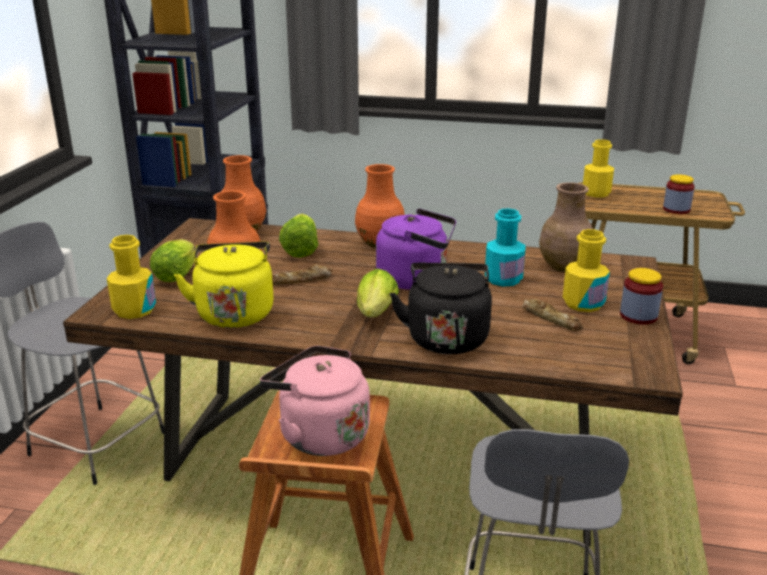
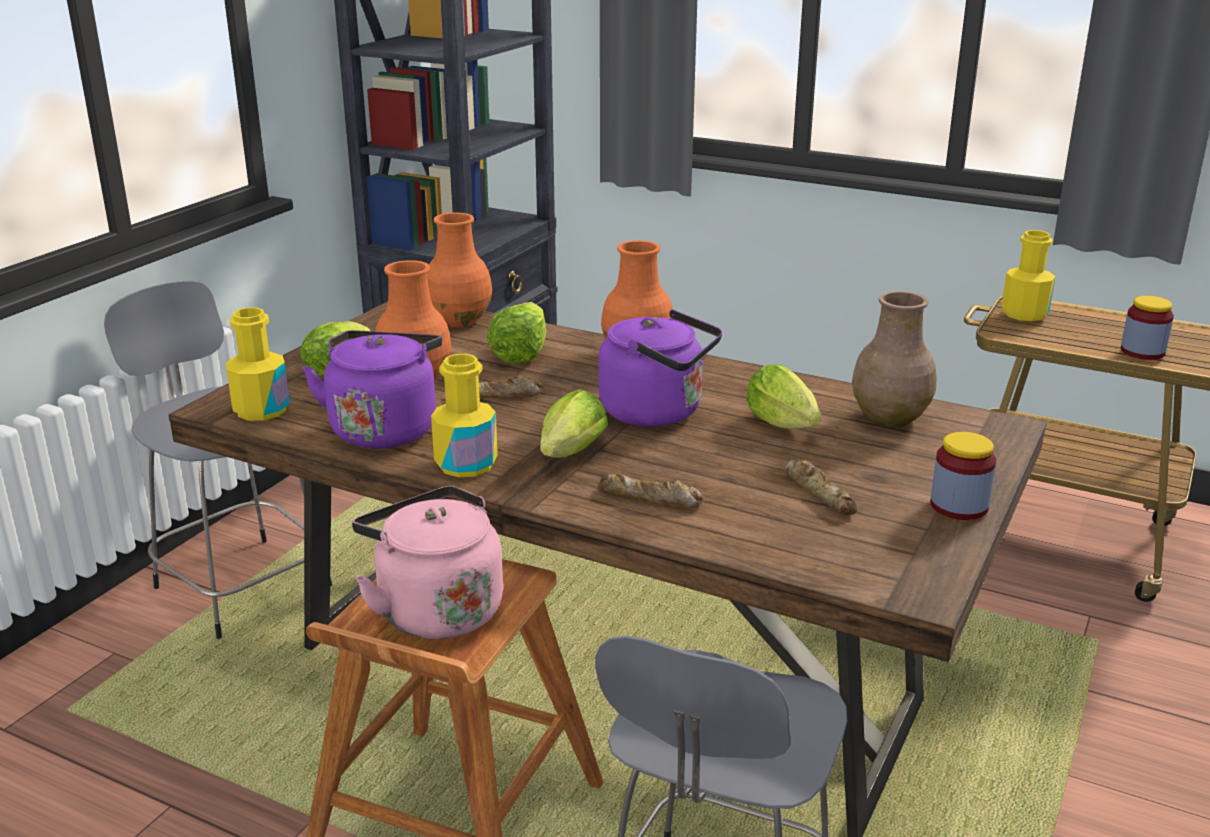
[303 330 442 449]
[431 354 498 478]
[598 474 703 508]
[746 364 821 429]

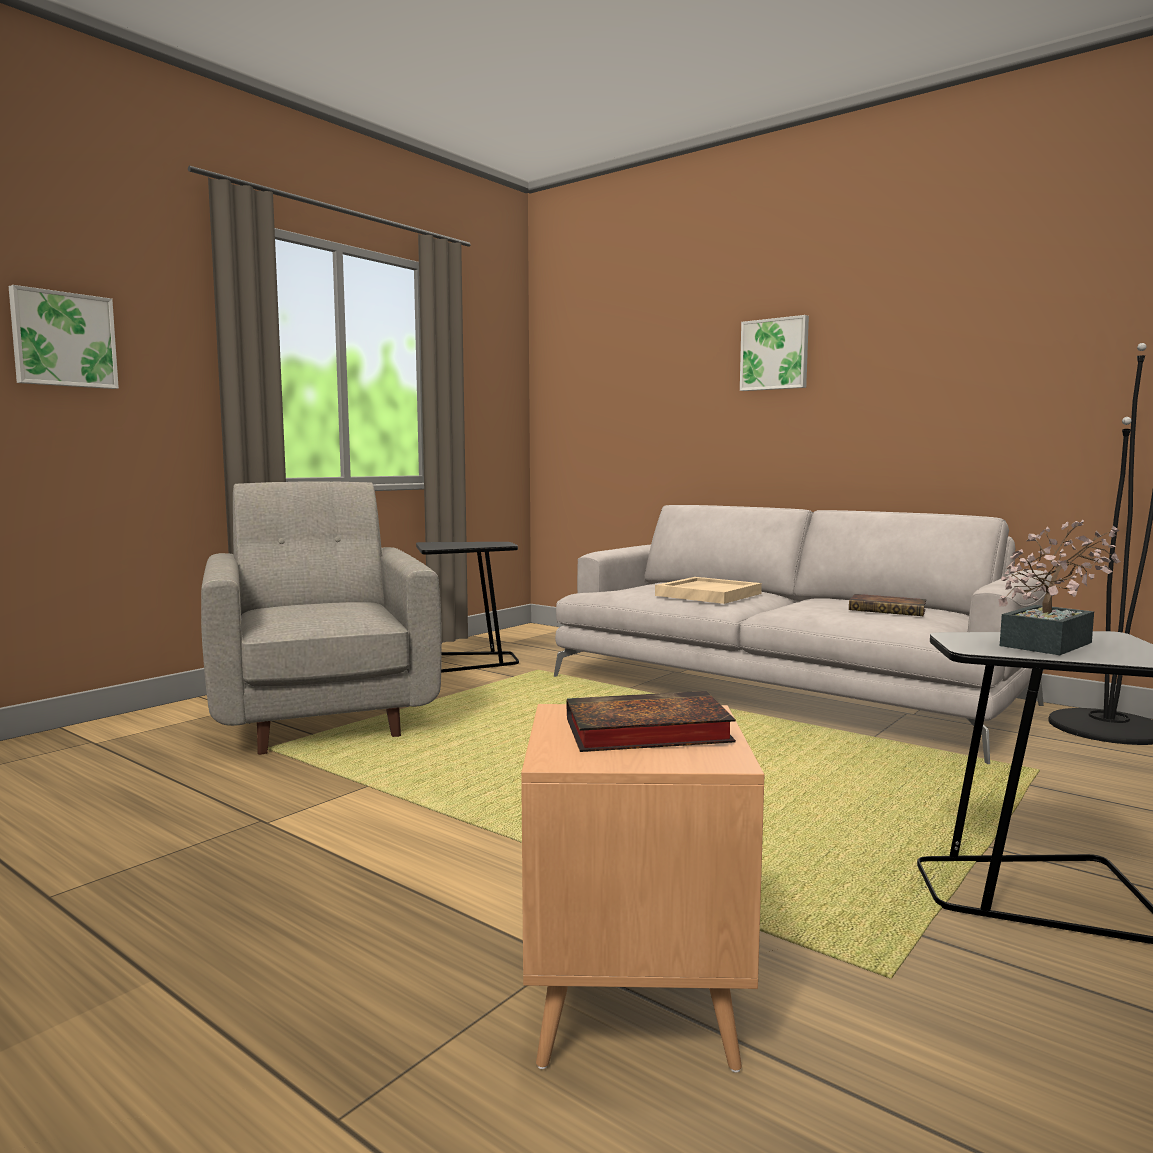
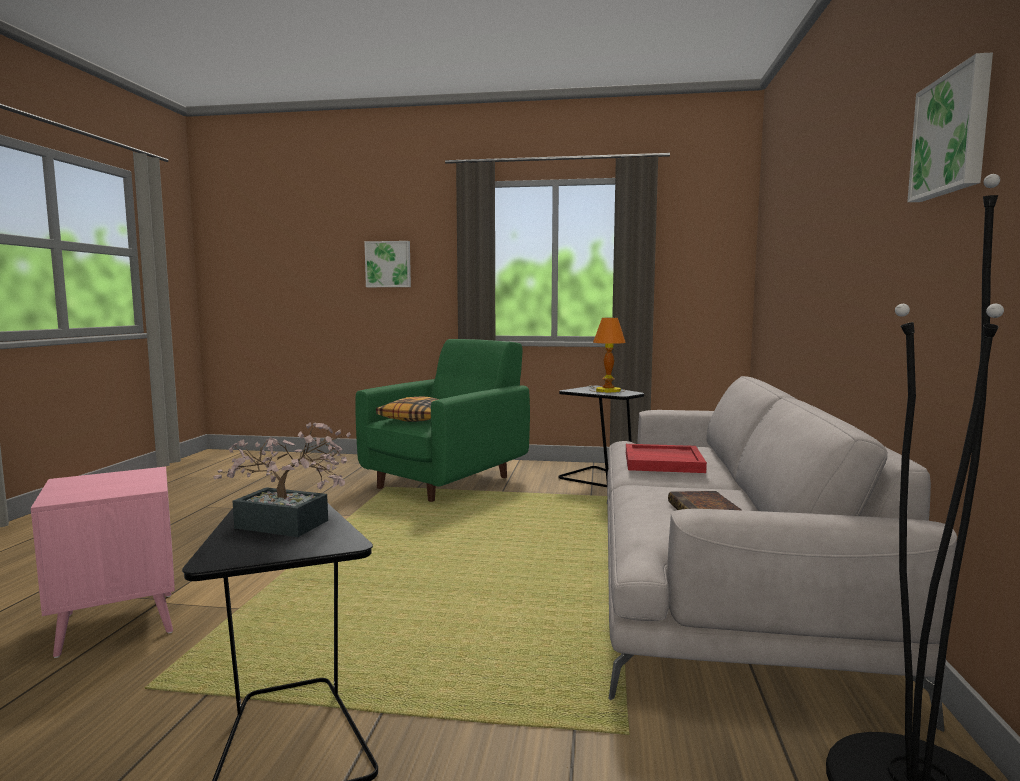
[31 467 175 658]
[356 339 530 502]
[376 397 439 422]
[589 318 626 393]
[626 444 707 473]
[907 52 993 202]
[567 691 736 752] (first image)

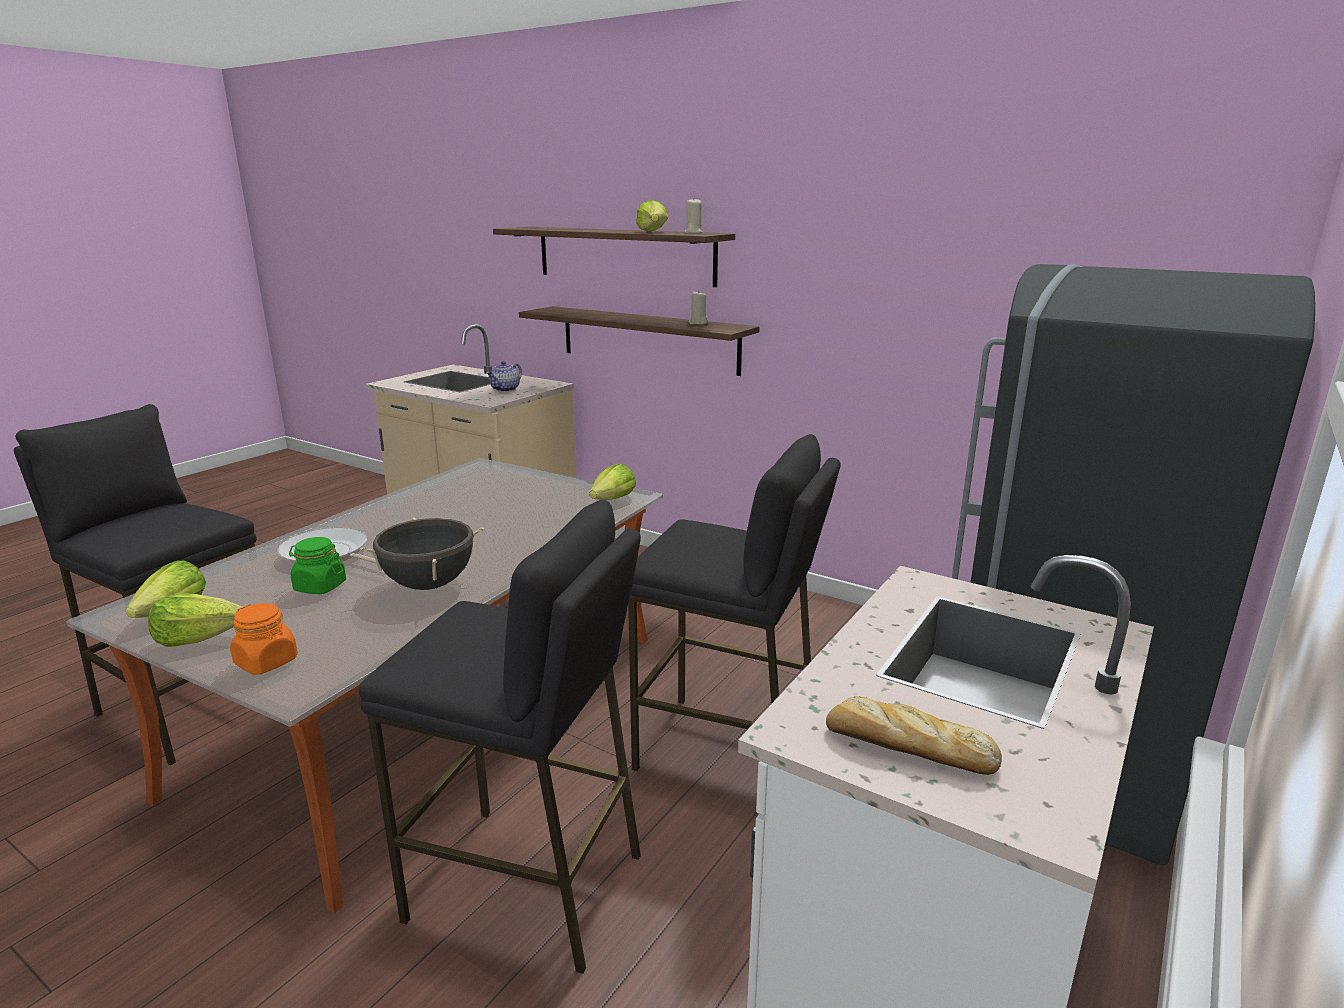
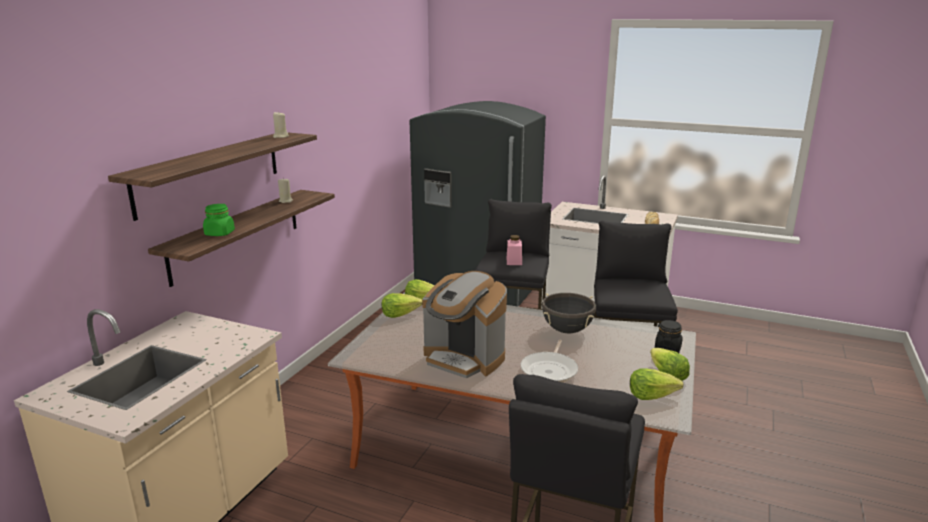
[203 204 235 236]
[382 293 423 318]
[422 271 507 378]
[507 235 522 265]
[655 320 683 353]
[486 361 522 392] (first image)

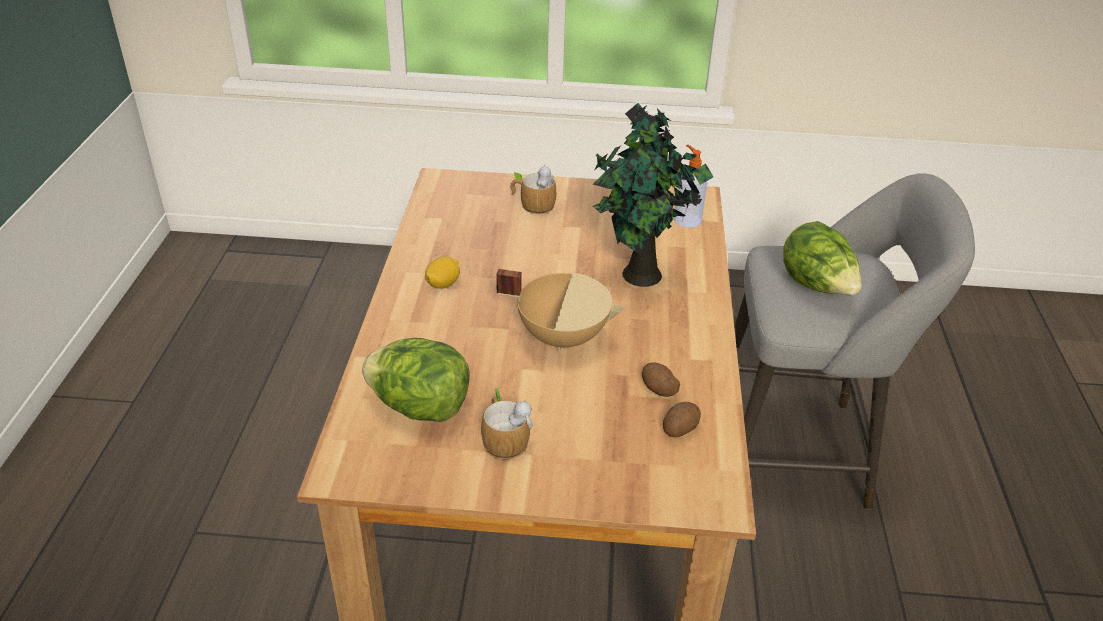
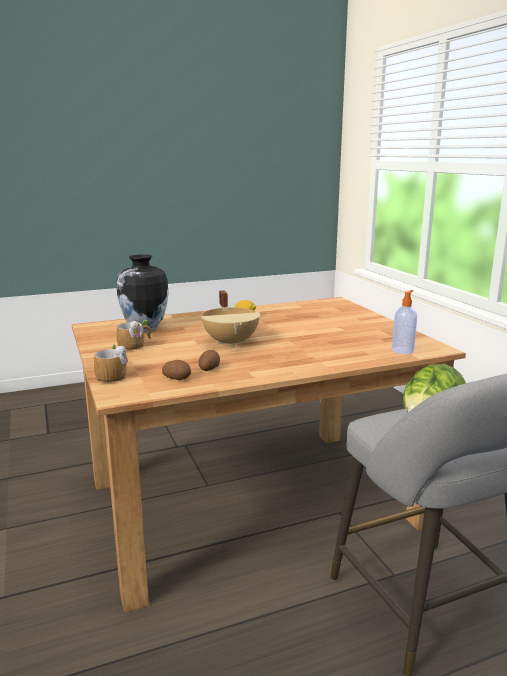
[94 344 128 383]
[116 254 168 332]
[593 103 713 287] (first image)

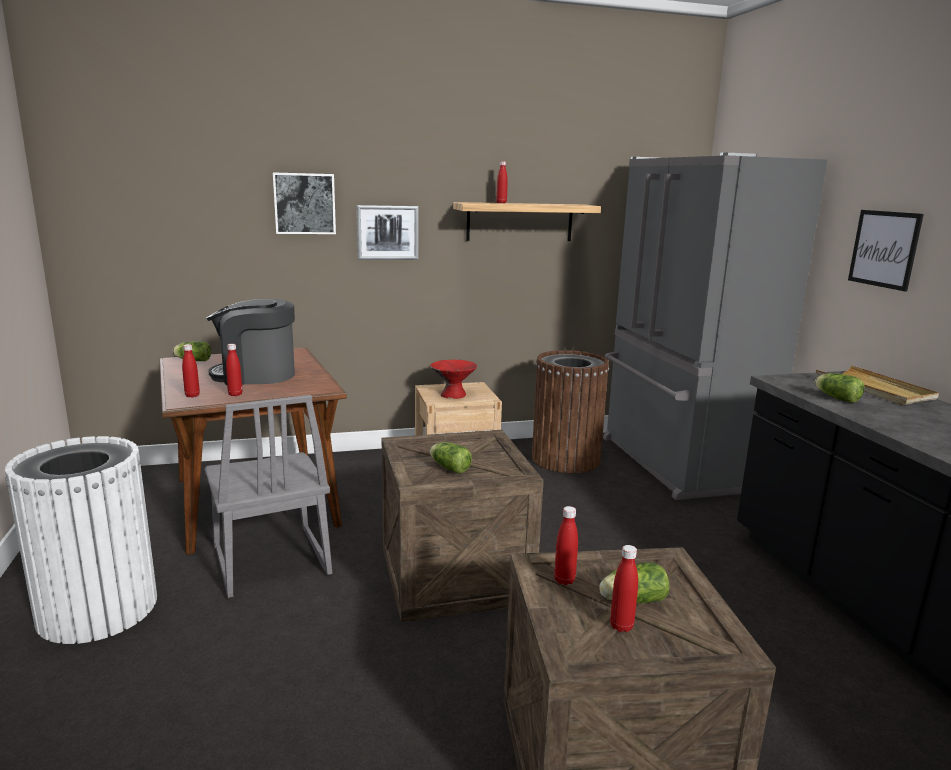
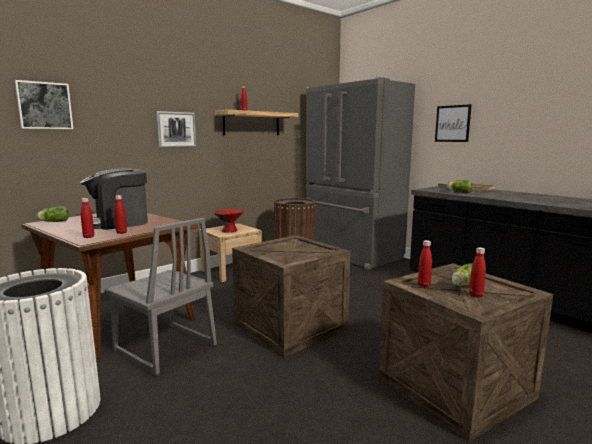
[15 80 73 129]
[430 442 472 473] (first image)

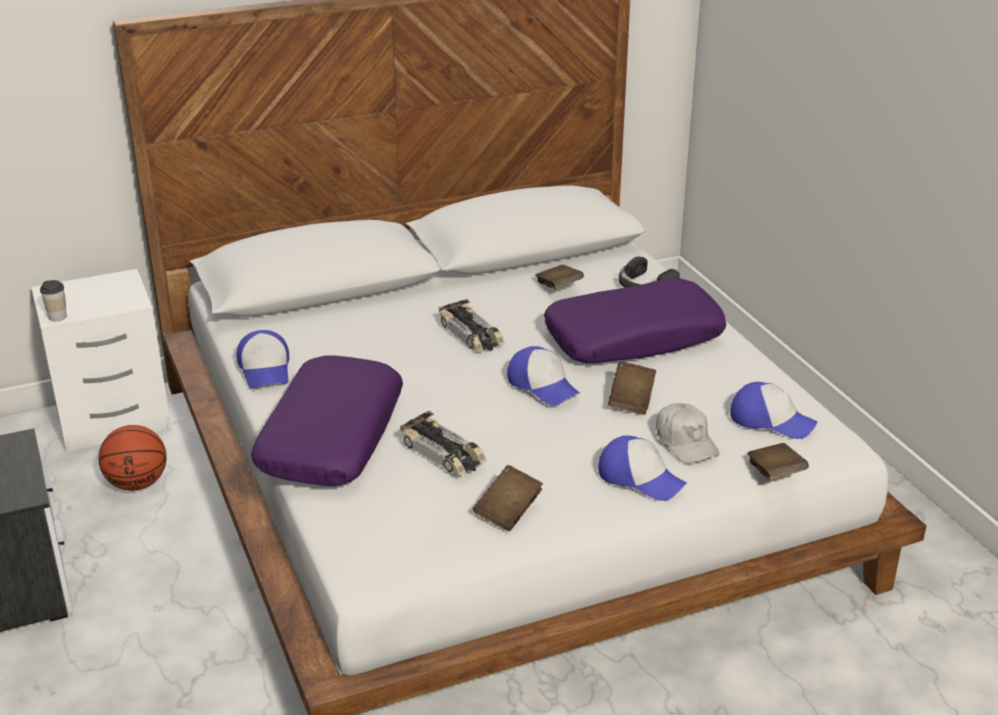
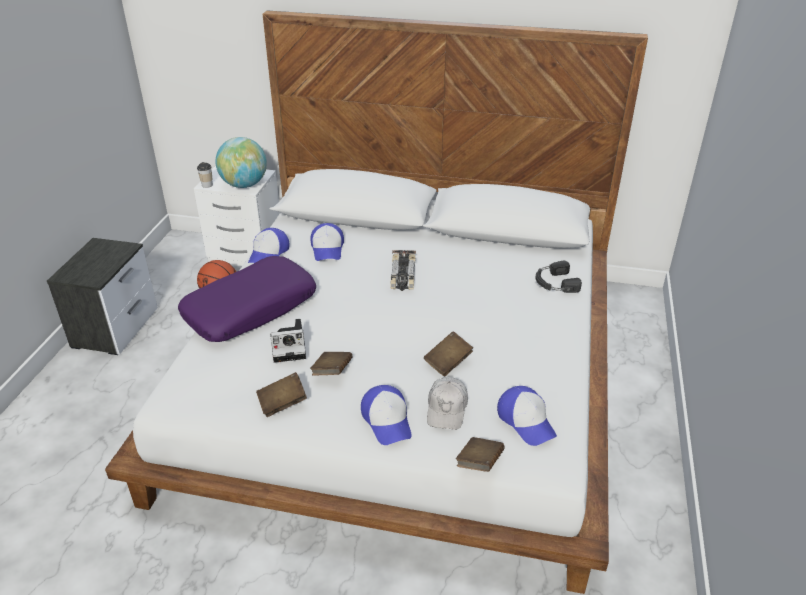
[216 137 267 188]
[270 319 306 363]
[310 223 344 261]
[310 352 353 376]
[544 278 726 363] (first image)

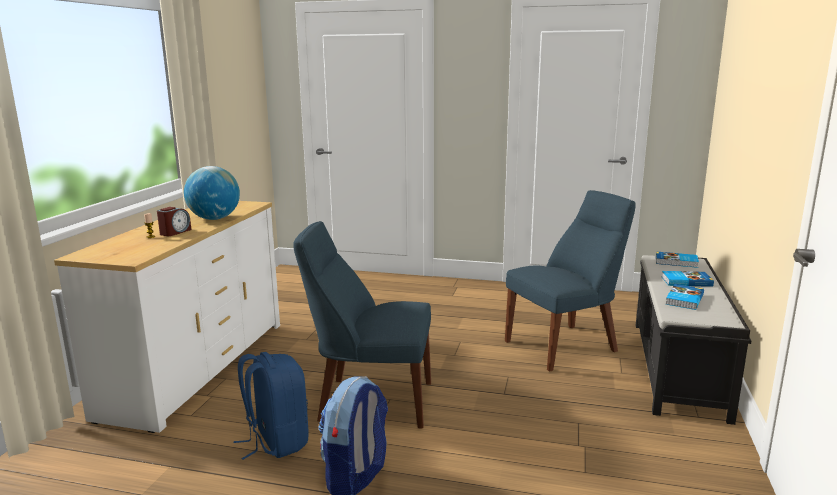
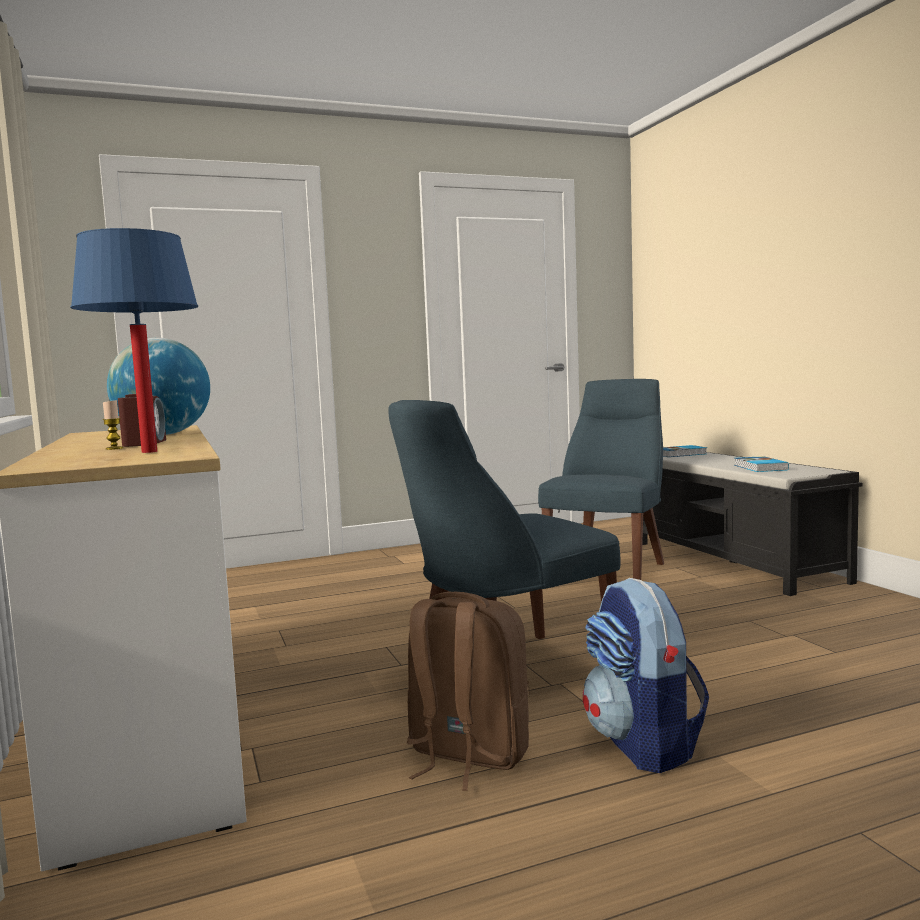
[71 228 198 453]
[407 592 529 791]
[661 271 714 287] (first image)

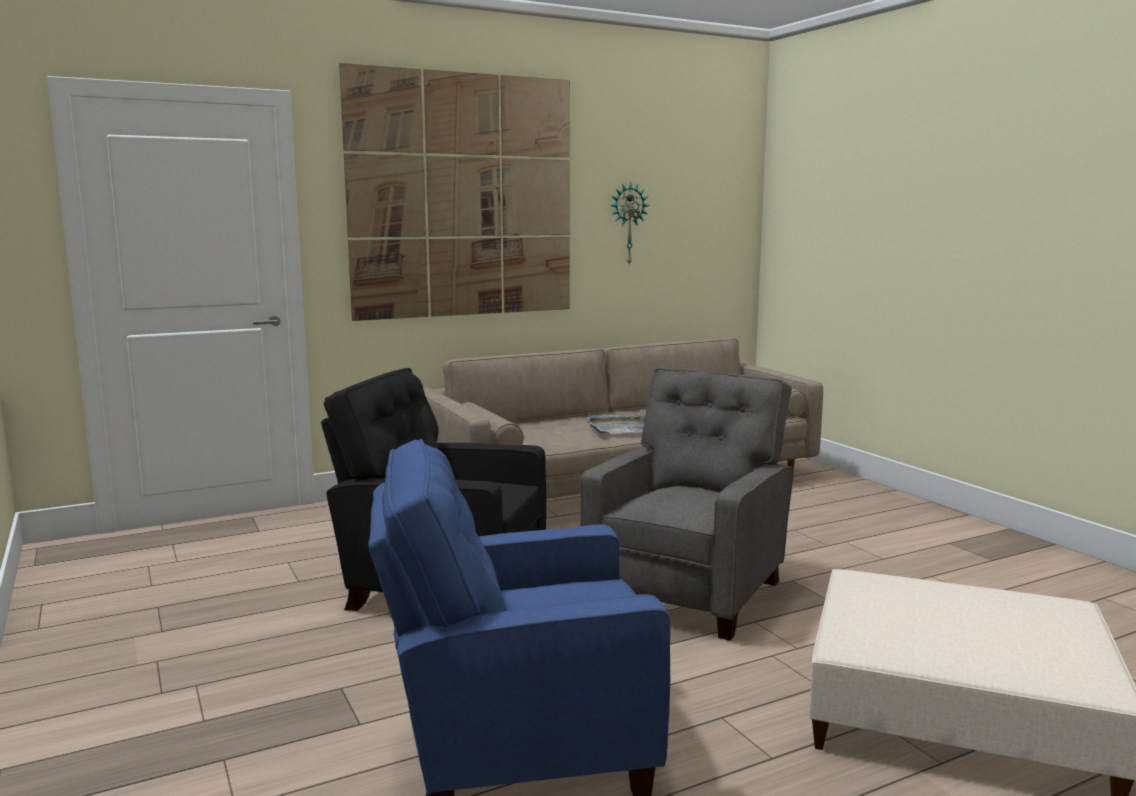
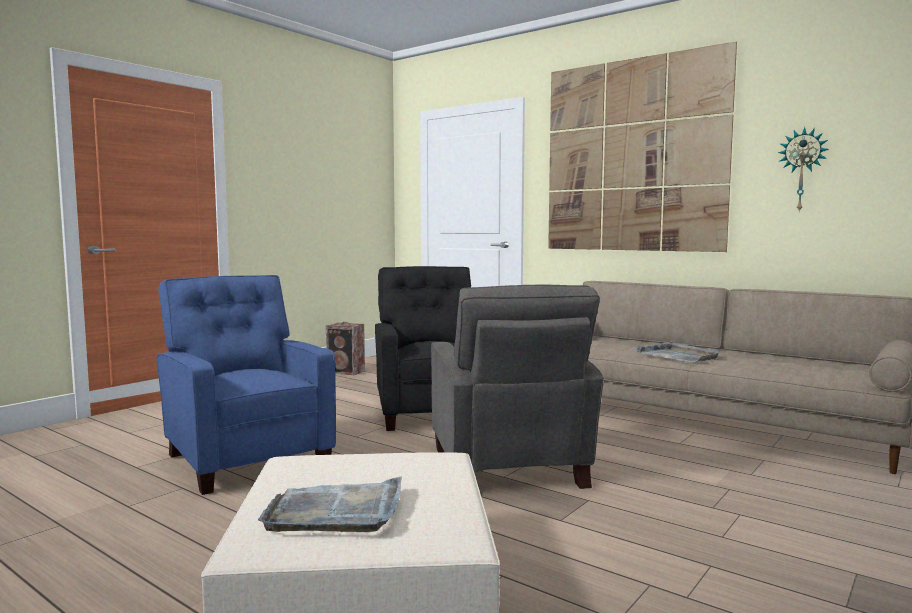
[258 476 402 532]
[326 322 365 375]
[431 285 603 489]

